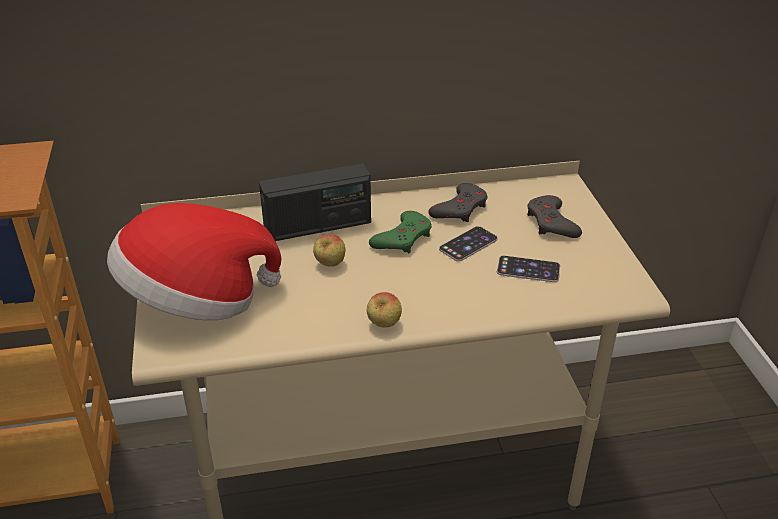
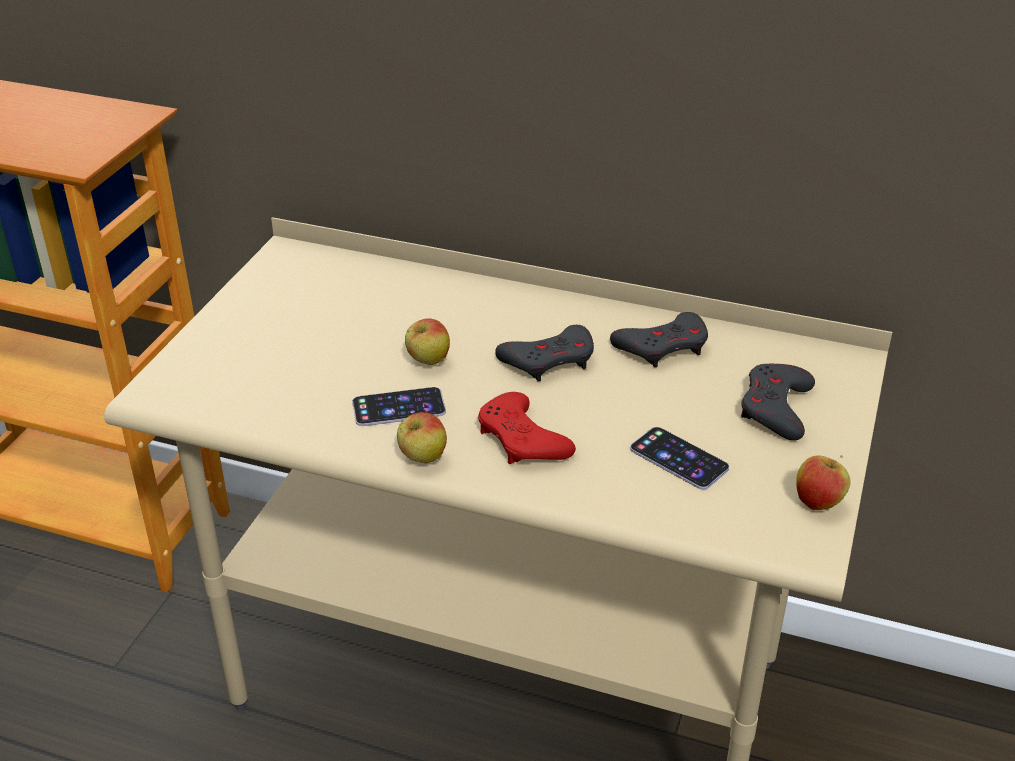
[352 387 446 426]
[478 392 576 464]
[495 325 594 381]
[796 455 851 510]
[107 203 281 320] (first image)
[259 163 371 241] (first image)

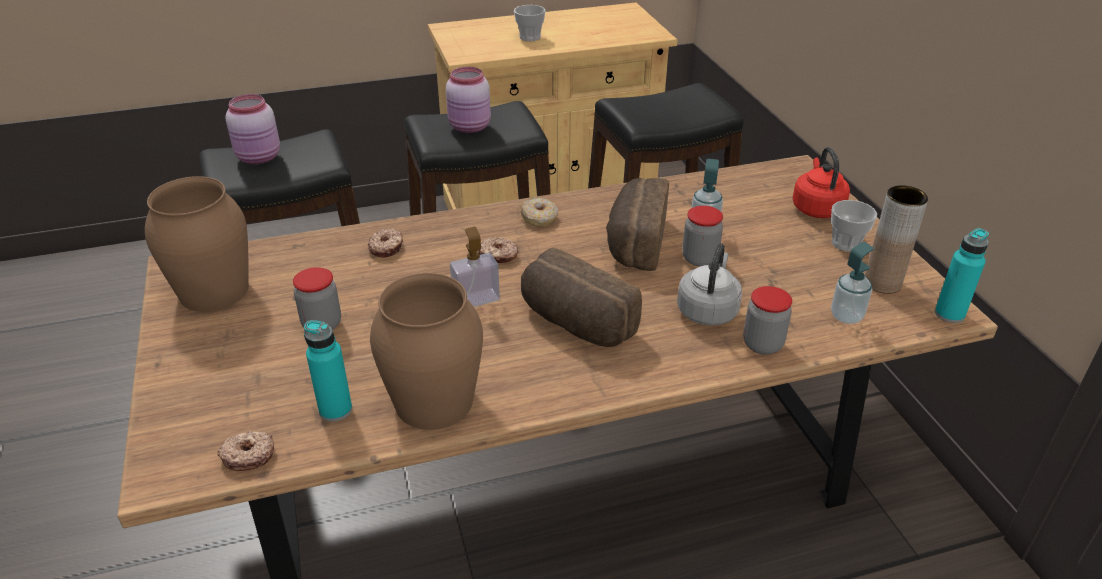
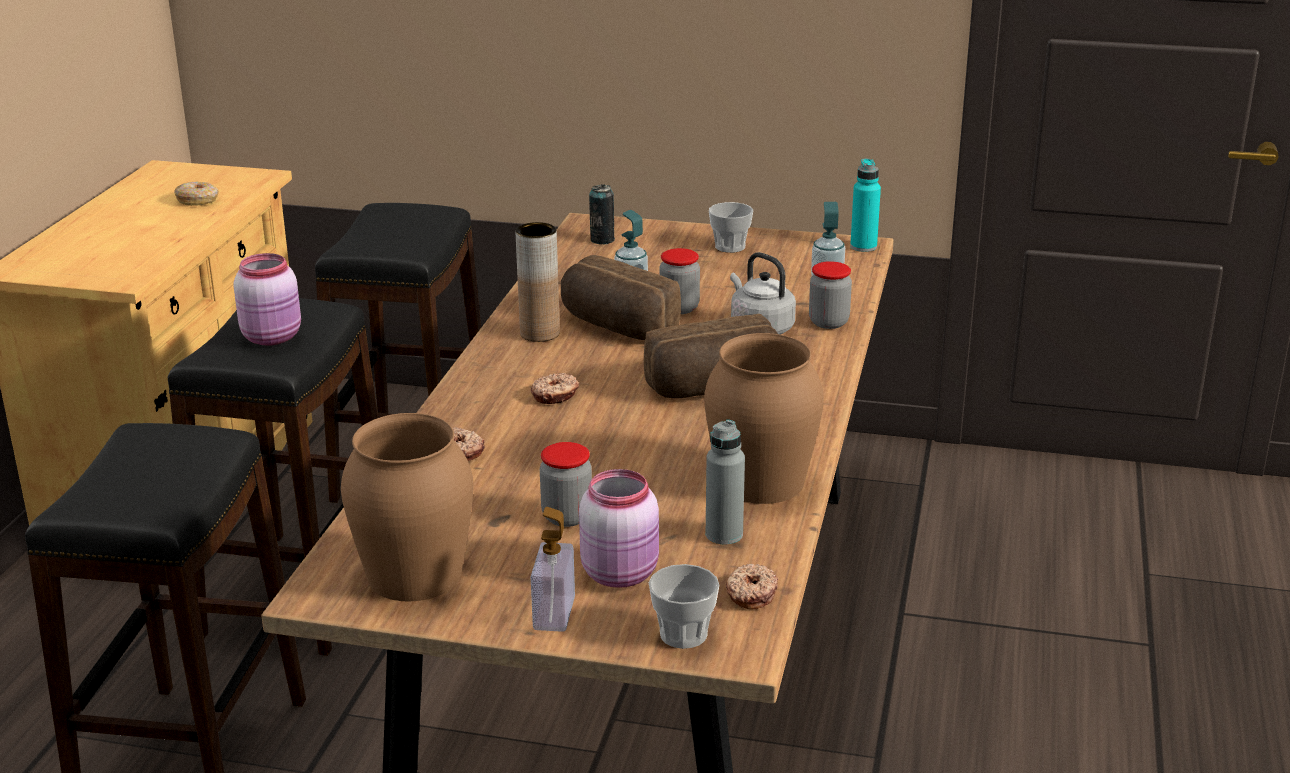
[174 182 219 206]
[515 222 560 342]
[531 507 575 632]
[579 469 659 588]
[589 184 615 245]
[649 564 719 649]
[705 420 745 544]
[793 147 850 218] (first image)

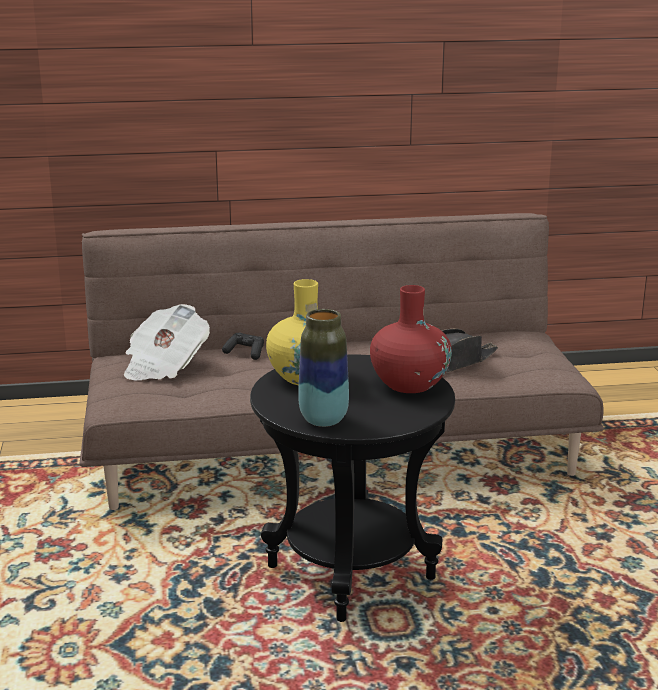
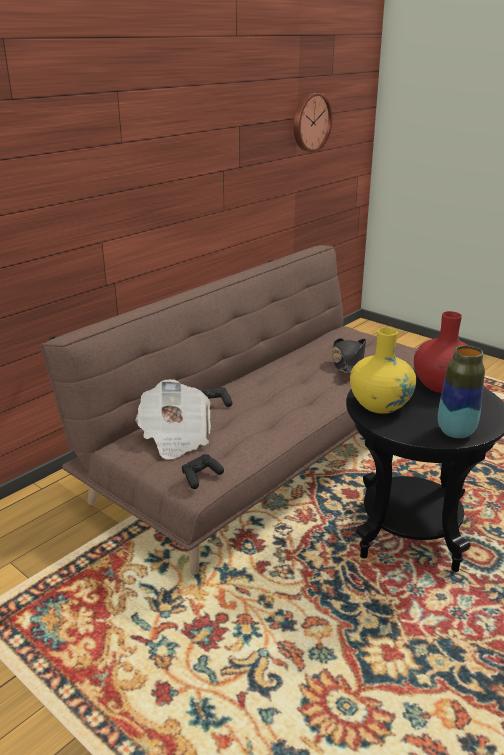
[182 454 224 489]
[293 93 332 152]

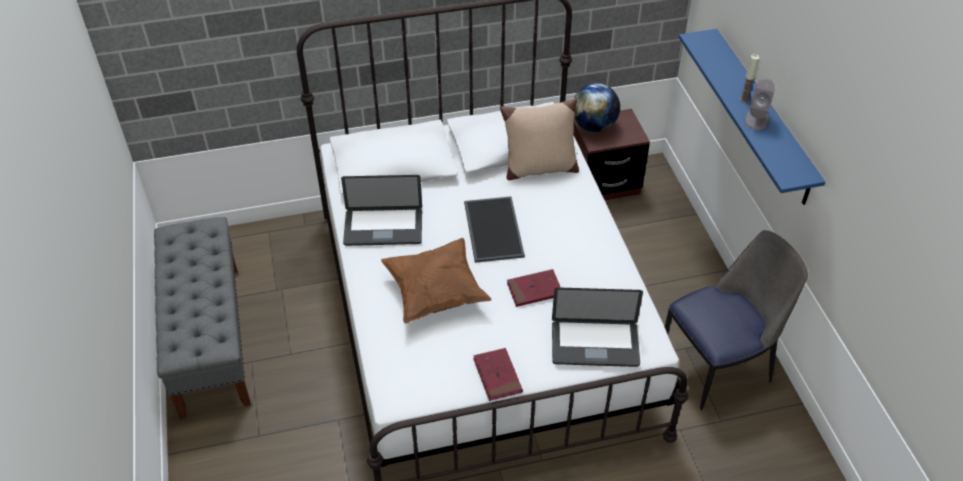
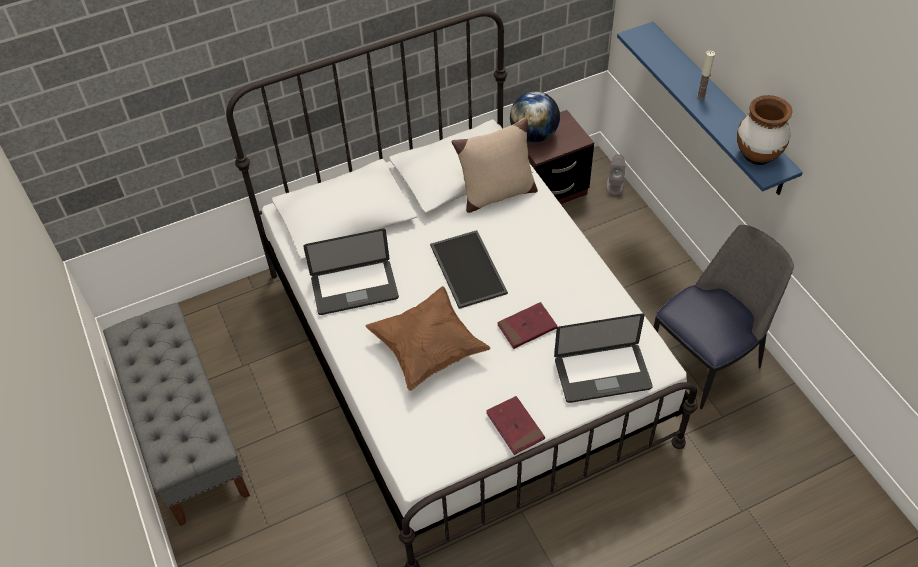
[606 154 625 195]
[737 95 792 165]

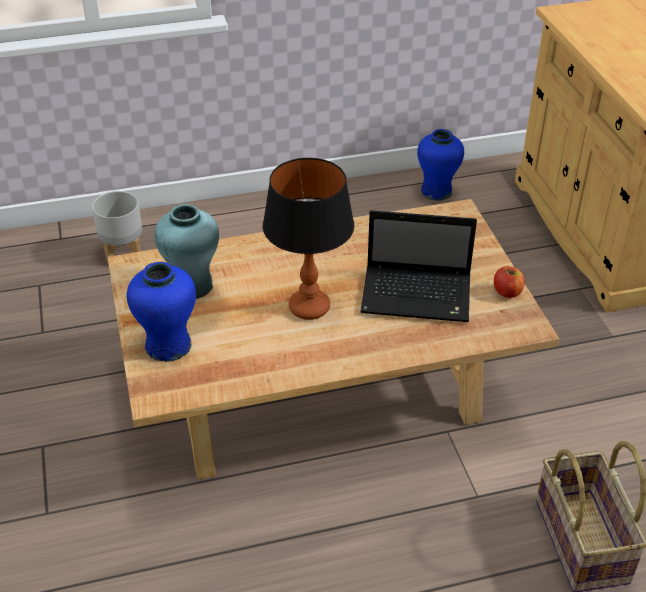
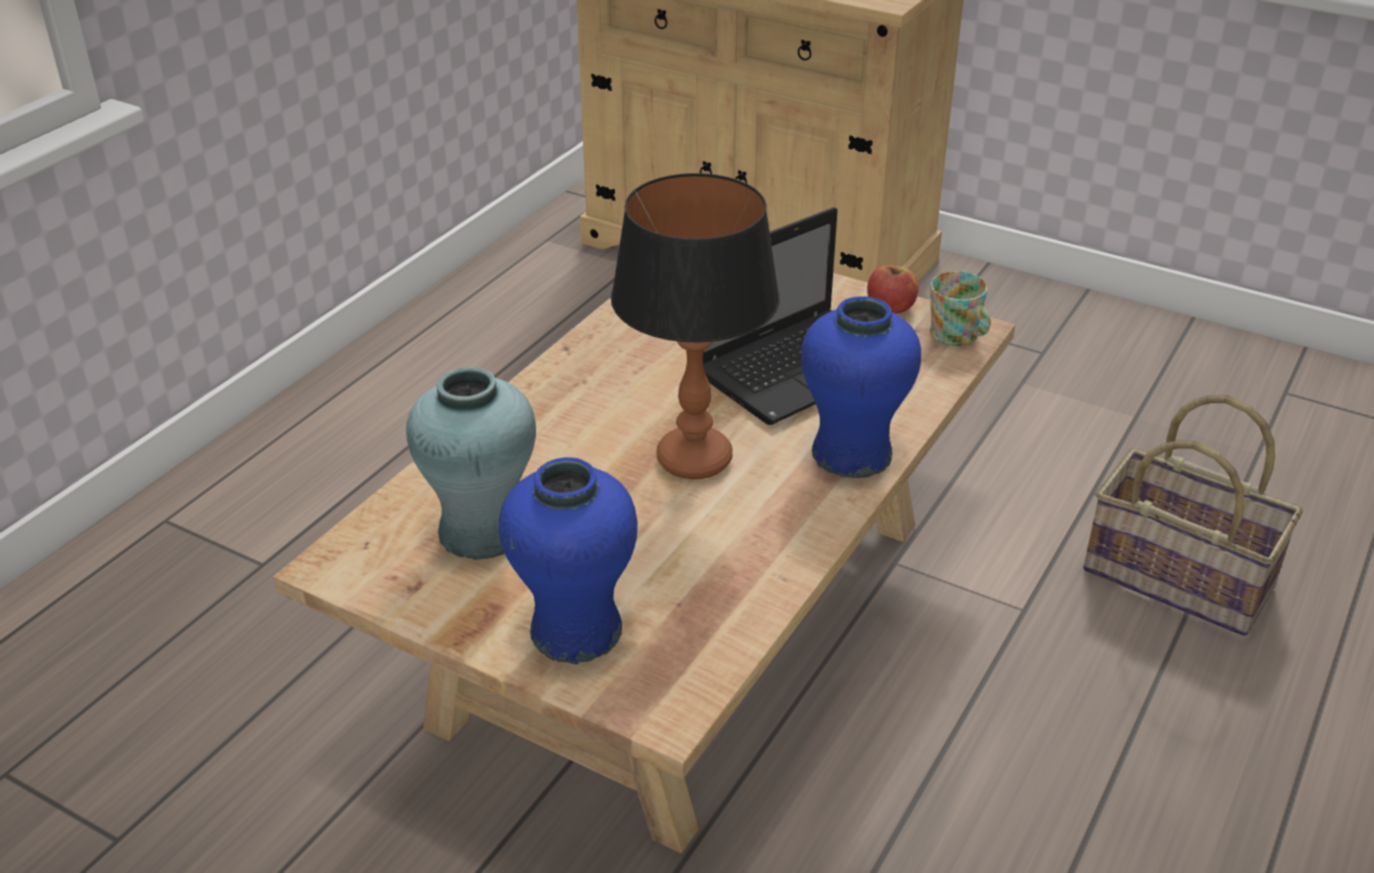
[801 296 921 478]
[930 271 991 346]
[92 191 142 265] (first image)

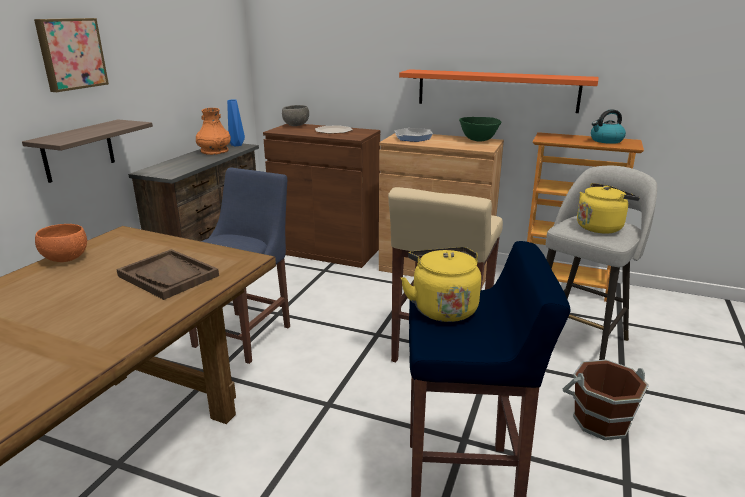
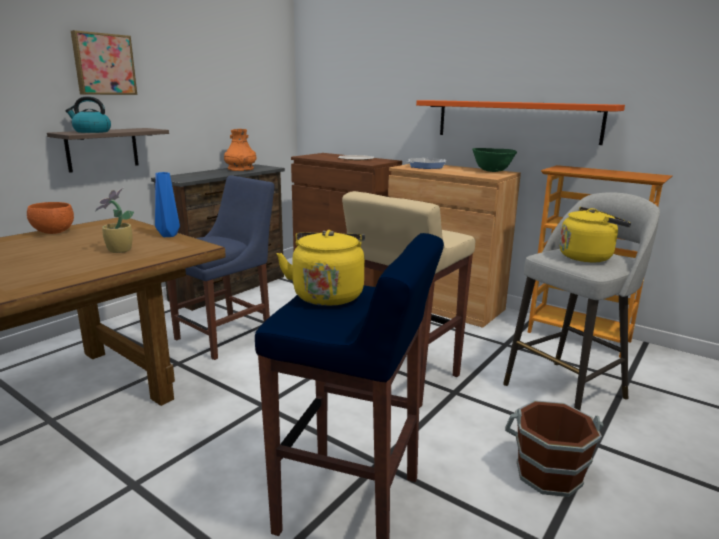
[65 96 111 133]
[95 188 134 253]
[155 172 180 237]
[282 105 309 126] (first image)

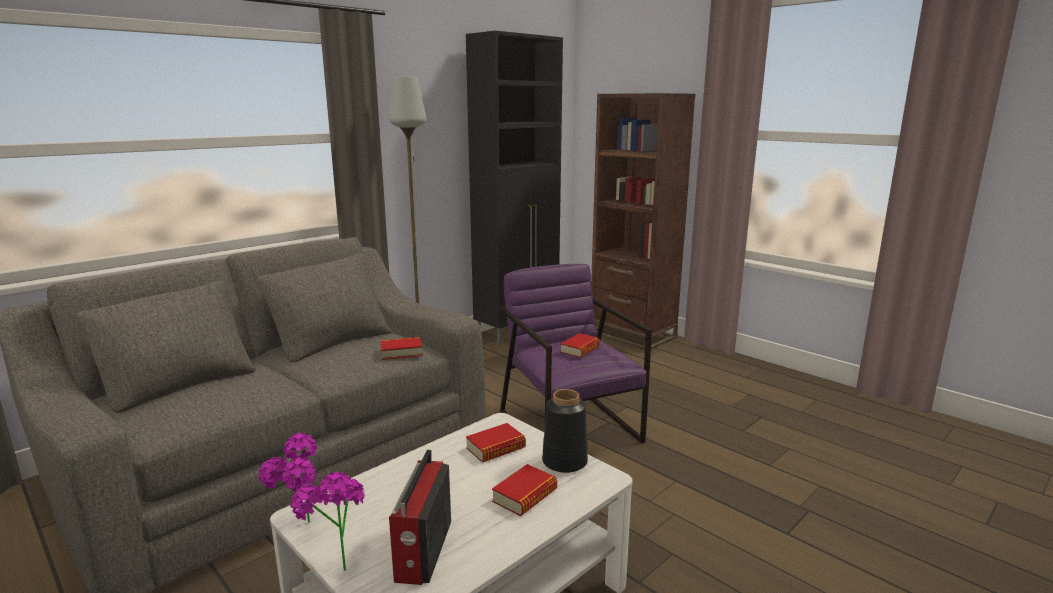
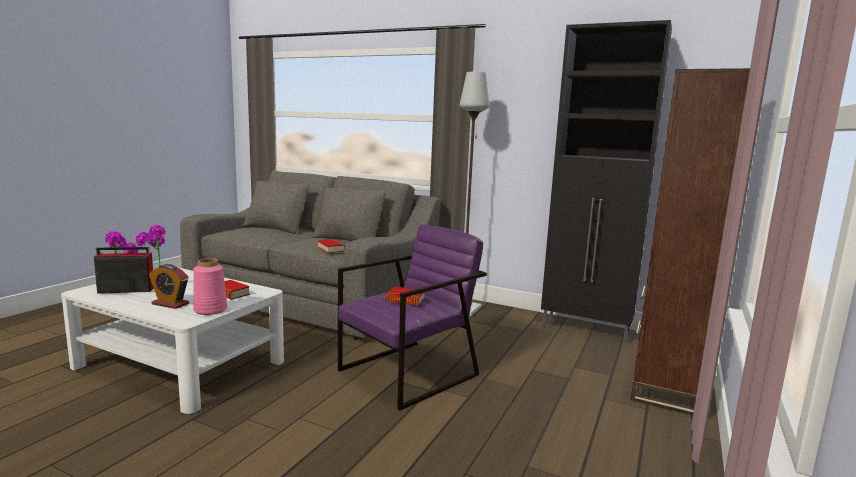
[149 264 189 309]
[193 258 227 315]

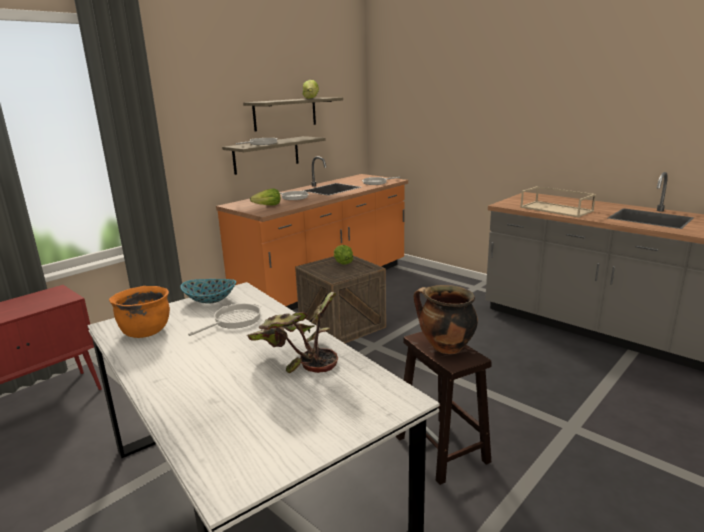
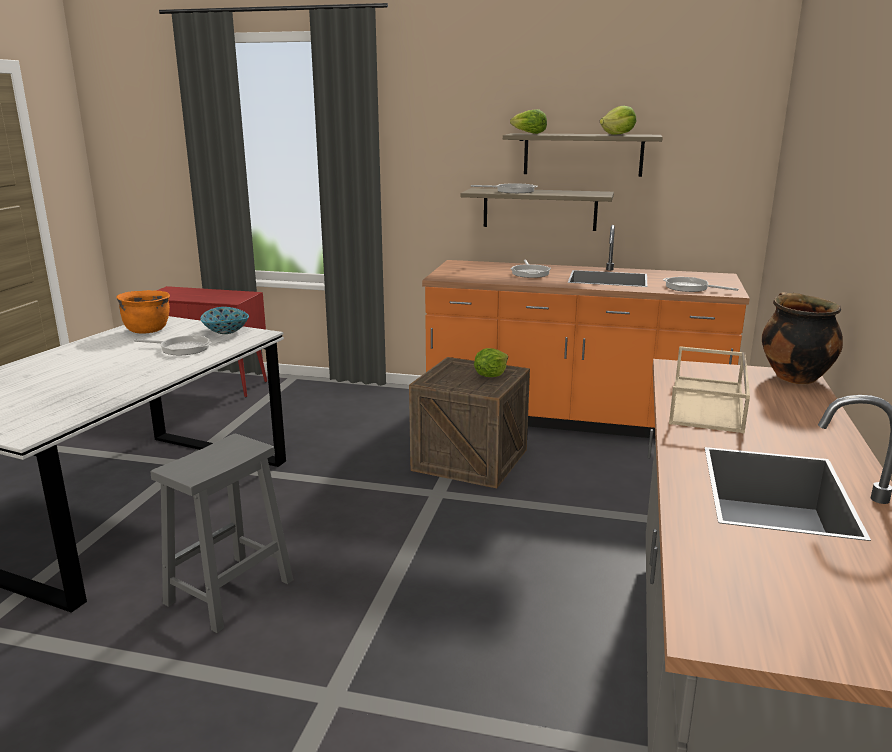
[151 434 293 633]
[510 109 547 134]
[762 292 843 384]
[247 292 338 373] (first image)

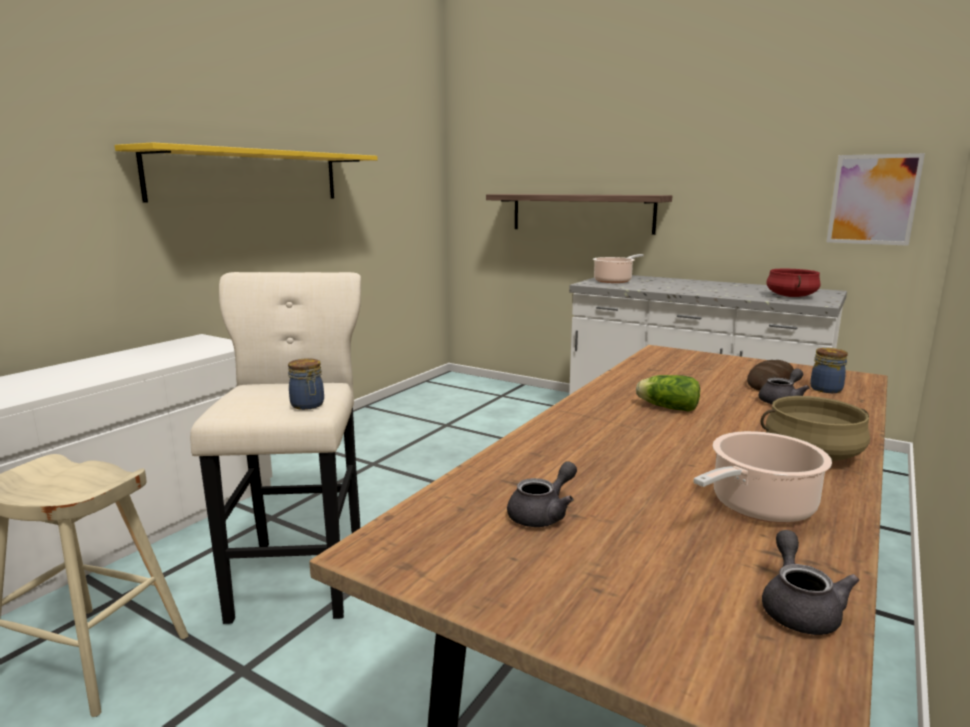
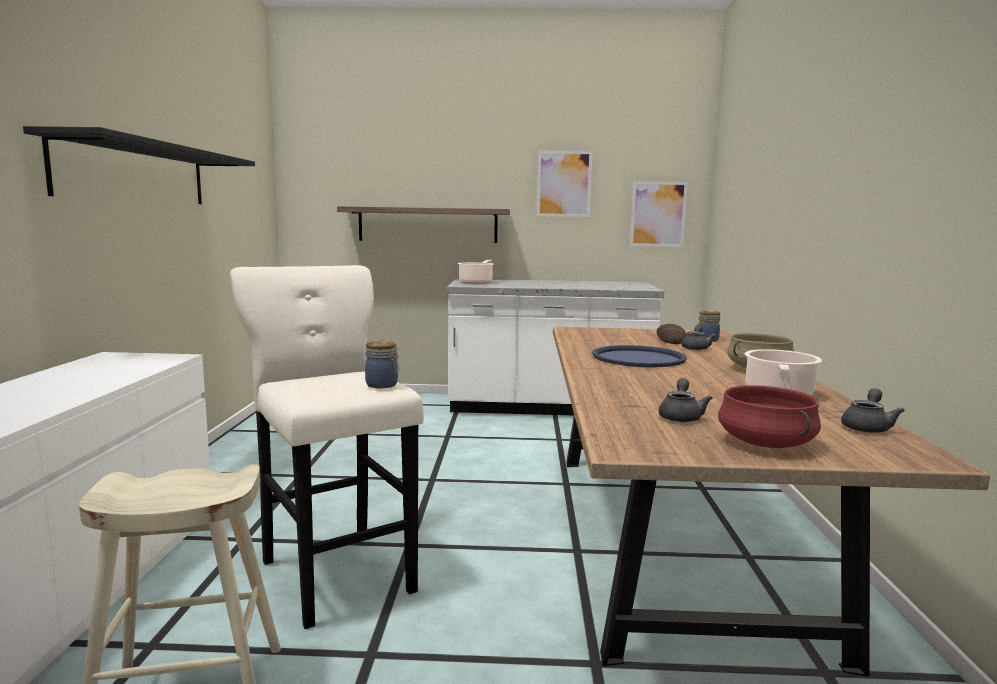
[23 126 255 204]
[537 151 593 217]
[592 345 687 367]
[718 385 821 448]
[841 388 905 433]

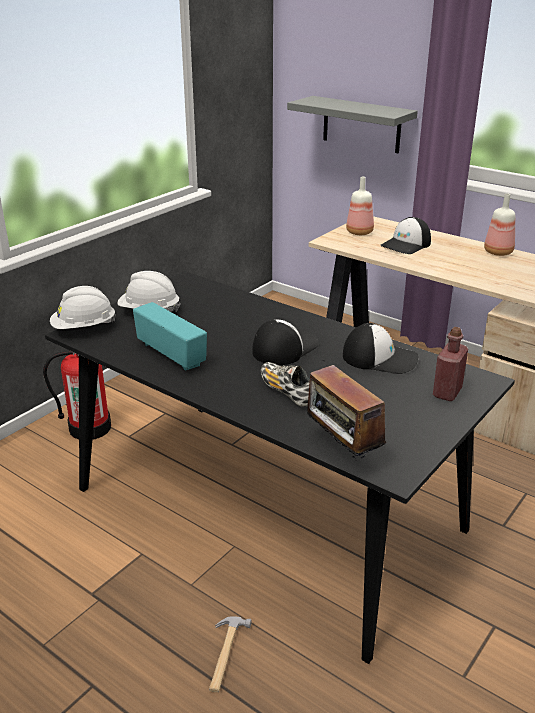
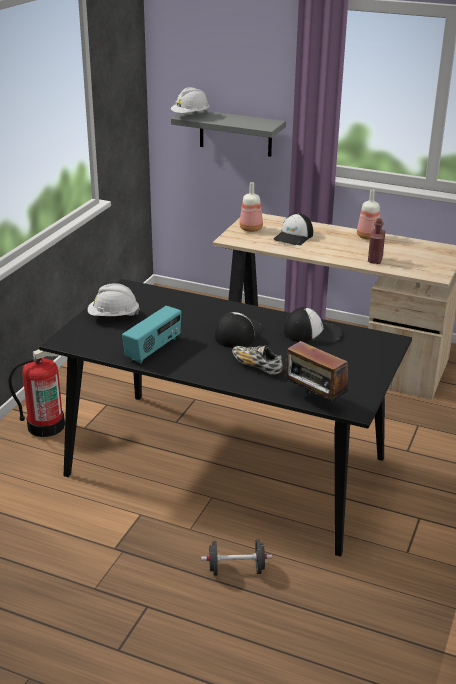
[122 306 181 364]
[171 87 209 113]
[201 539 272 575]
[368 218 385 264]

